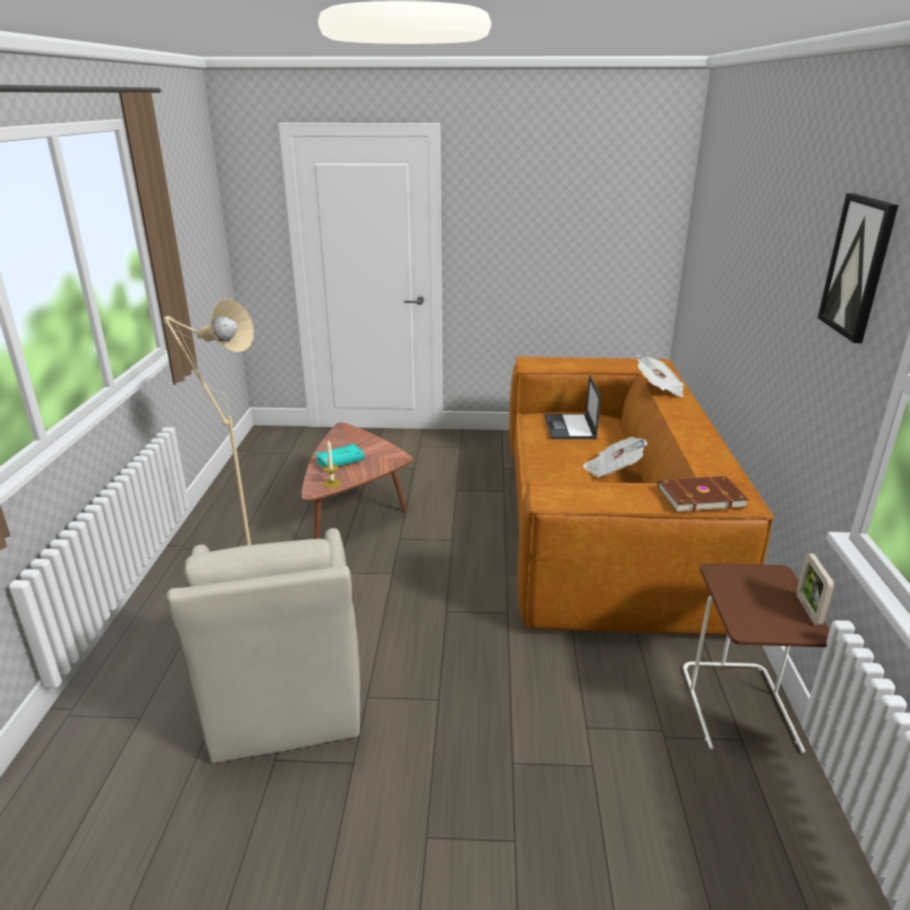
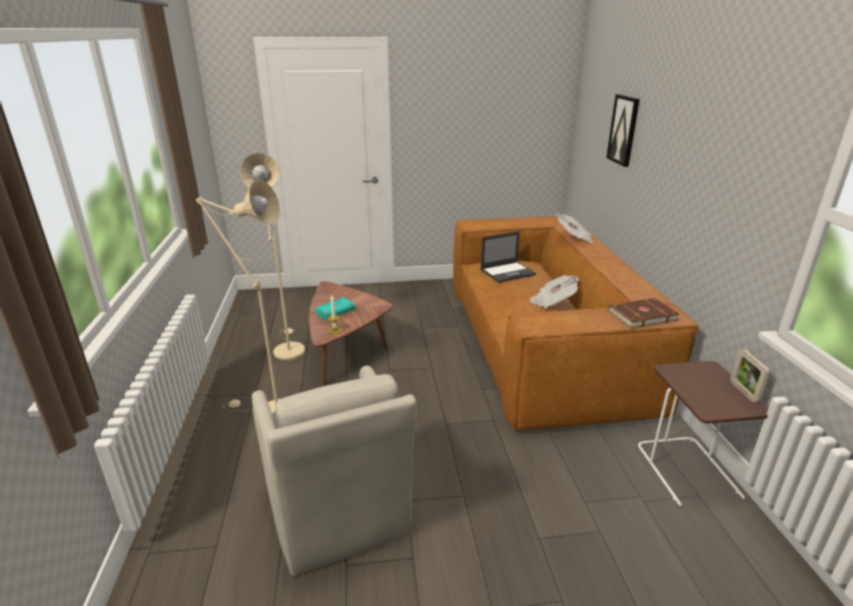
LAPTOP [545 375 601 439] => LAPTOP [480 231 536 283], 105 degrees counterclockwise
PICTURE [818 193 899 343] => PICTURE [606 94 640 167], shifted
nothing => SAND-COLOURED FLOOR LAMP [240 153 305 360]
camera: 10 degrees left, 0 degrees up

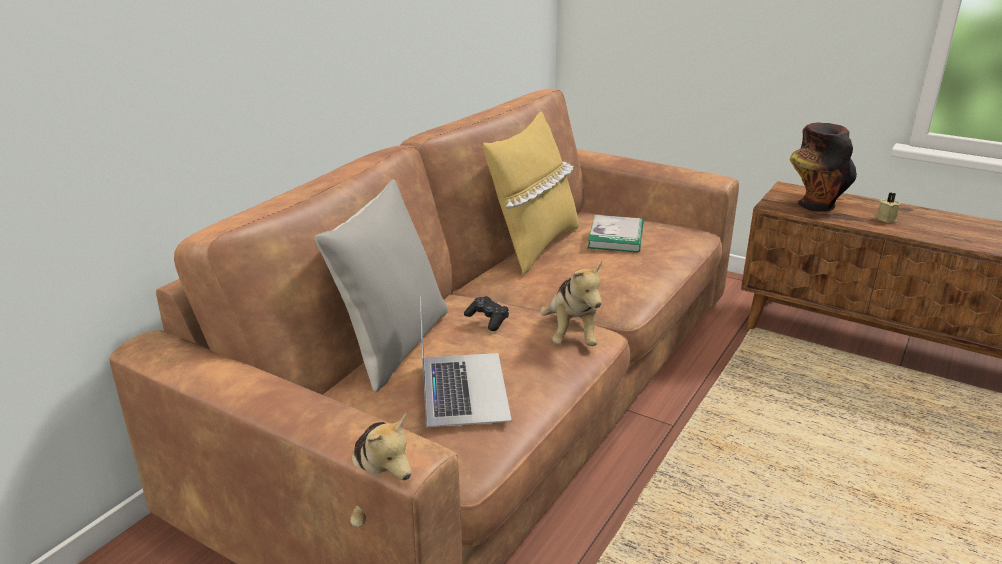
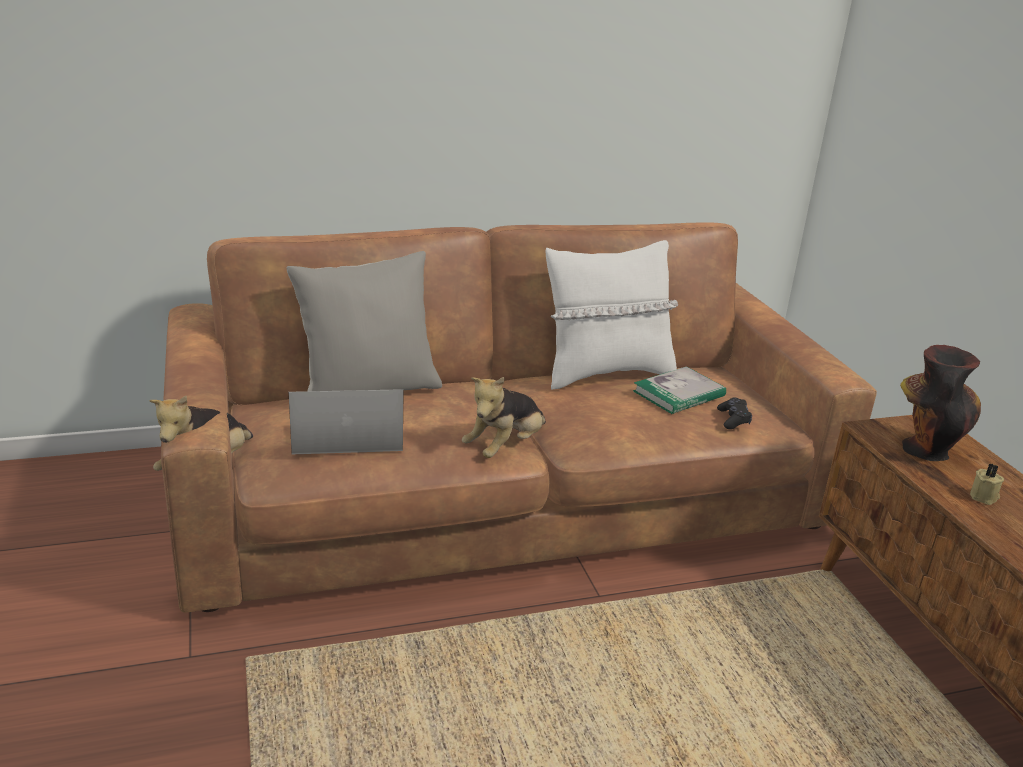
LAPTOP [420 295 512 427] => LAPTOP [289 389 404 454], 135 degrees counterclockwise
BLACKISH GAME CONTROLLER [464 296 509 331] => BLACKISH GAME CONTROLLER [717 397 752 429], shifted
YELLOW CUSHION [483 111 579 275] => WHITISH CUSHION [545 240 678 390]
camera: 40 degrees right, 0 degrees up

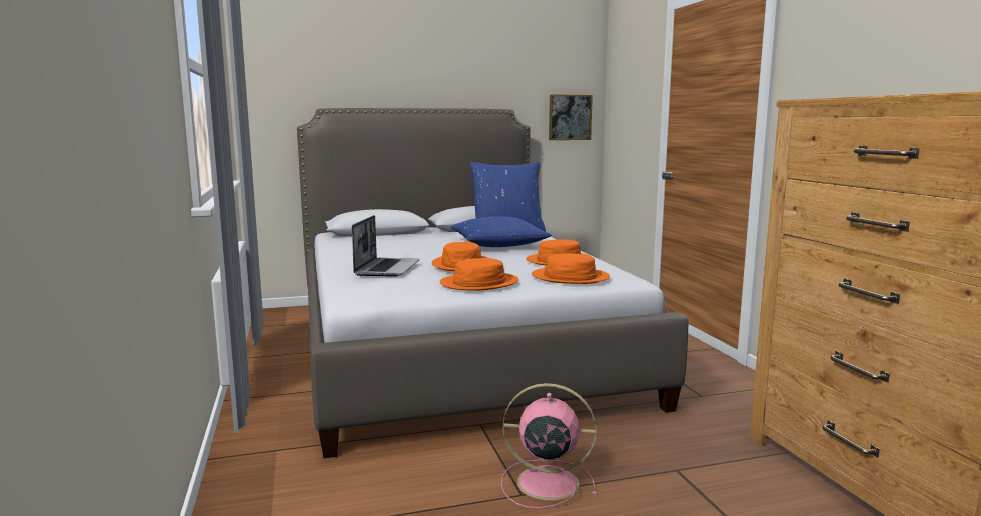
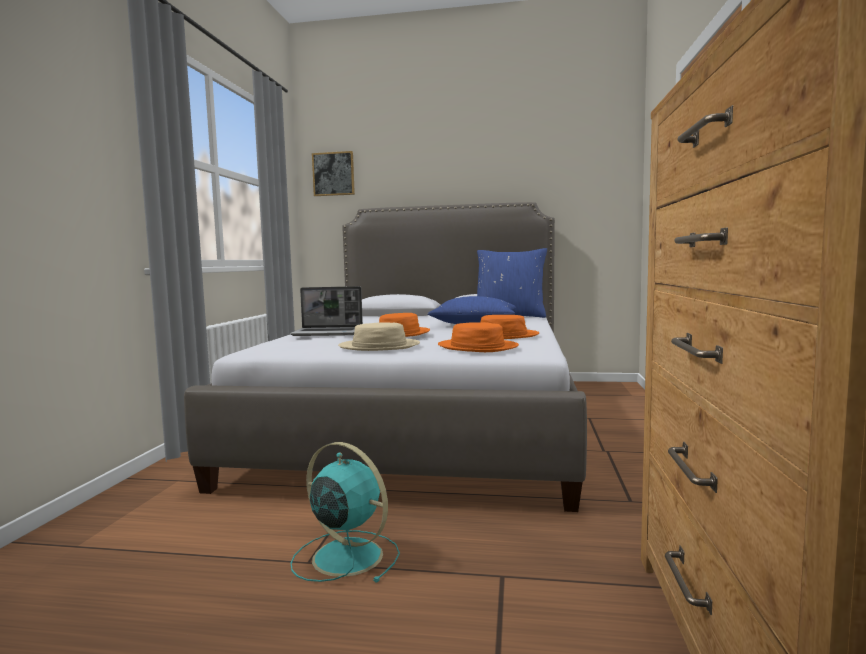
LAPTOP [352 215 419 277] => LAPTOP [290 286 363 336], 60 degrees clockwise
ORANGE-COLOURED CLOTHING HAT [440 258 518 291] => SAND-COLOURED CLOTHING HAT [338 322 420 351]
PINKISH FAN [501 383 597 508] => BLUE-GREEN FAN [291 442 400 582]
PICTURE [549 94 593 140] => PICTURE [312 151 355 196], shifted
camera: 25 degrees right, 5 degrees down

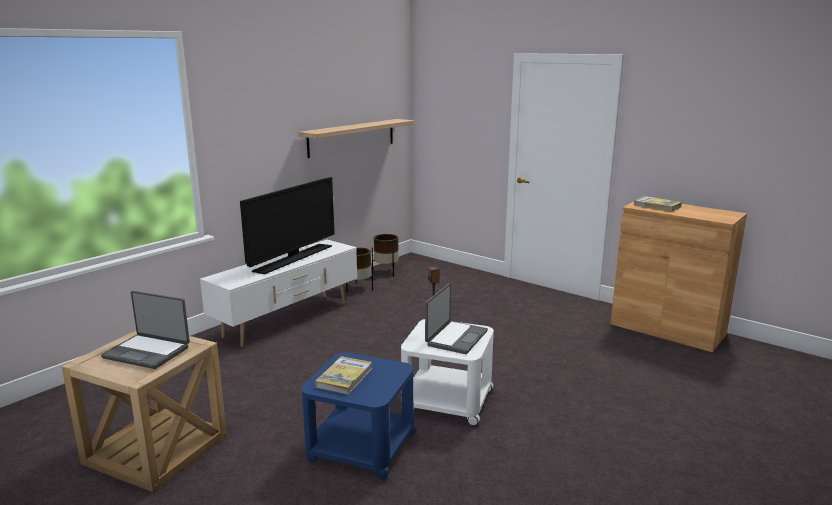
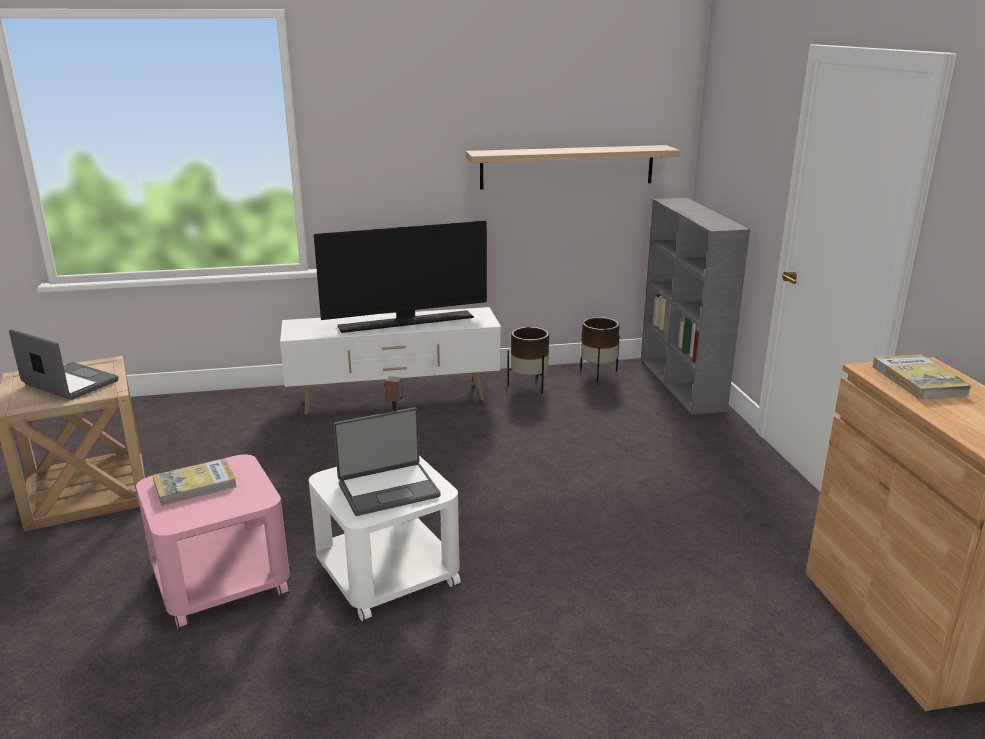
LAPTOP [101 291 190 369] => LAPTOP [9 329 119 400], 150 degrees clockwise
BLUISH END TABLE [301 352 417 480] => PINKISH END TABLE [136 455 290 629]
nothing => GREYISH SHELVING UNIT [641 198 750 415]
camera: 40 degrees right, 5 degrees up

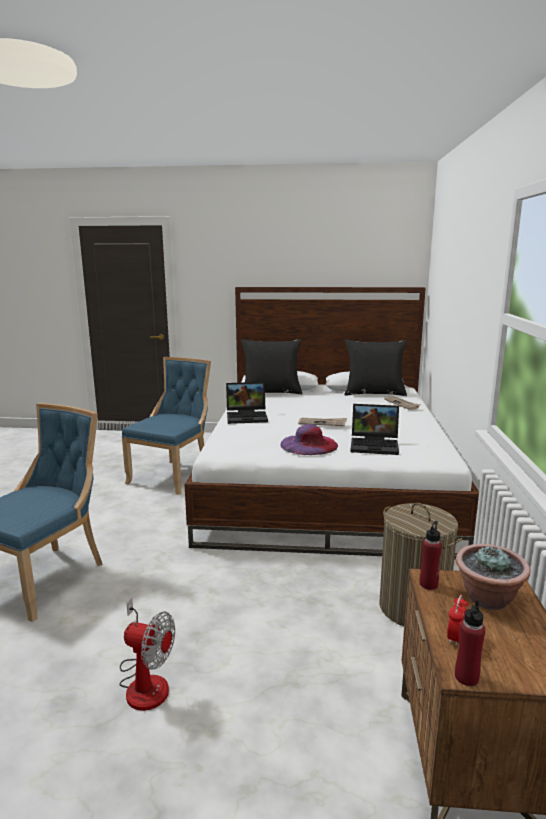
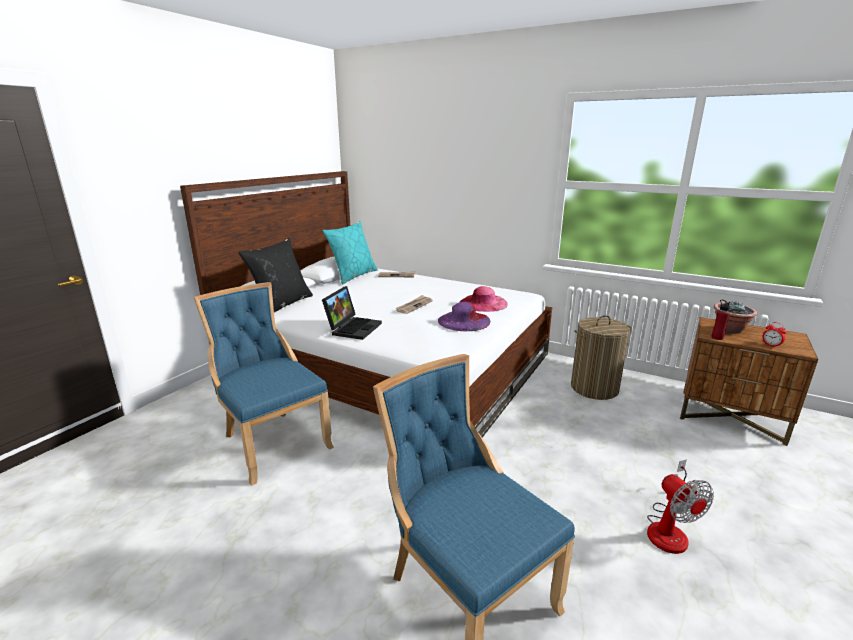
FAN [120 599 175 711] => FAN [647 460 714 554], 120 degrees clockwise
BLACKISH CUSHION [344 340 407 396] => BLUE-GREEN CUSHION [323 221 378 285]
LAPTOP [350 404 399 455] => PINKISH CLOTHING HAT [460 286 508 312]
REDDISH DRINK BOTTLE [455 600 485 686] => nothing
camera: 65 degrees left, 5 degrees up

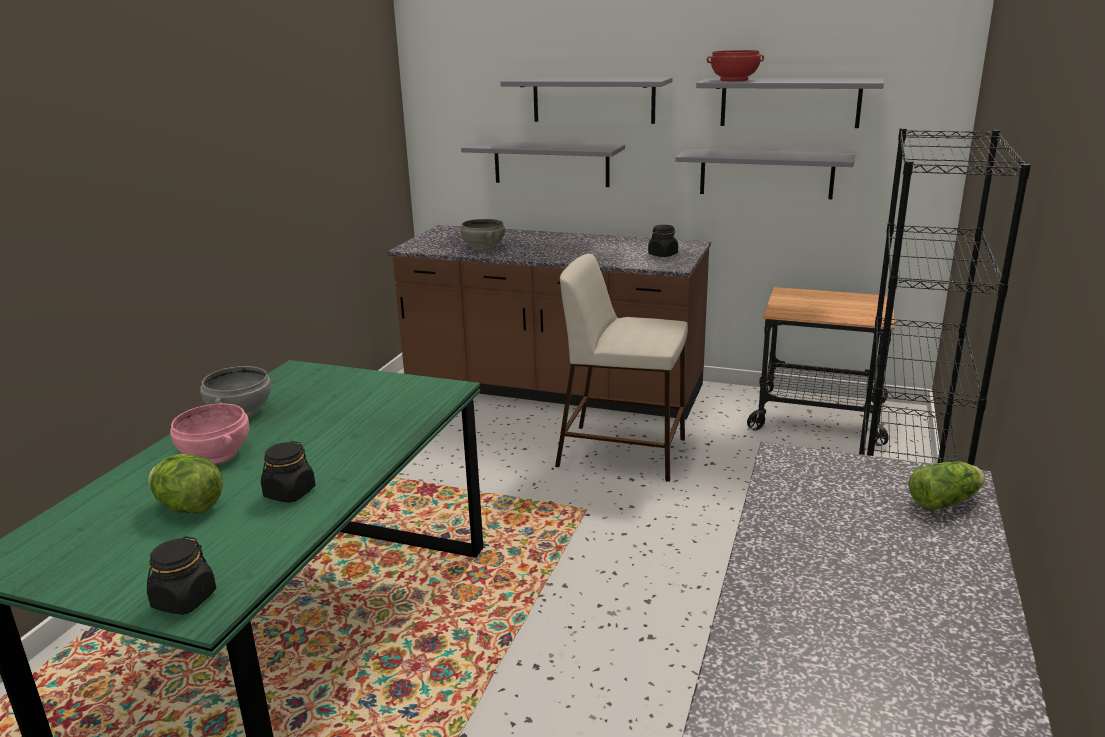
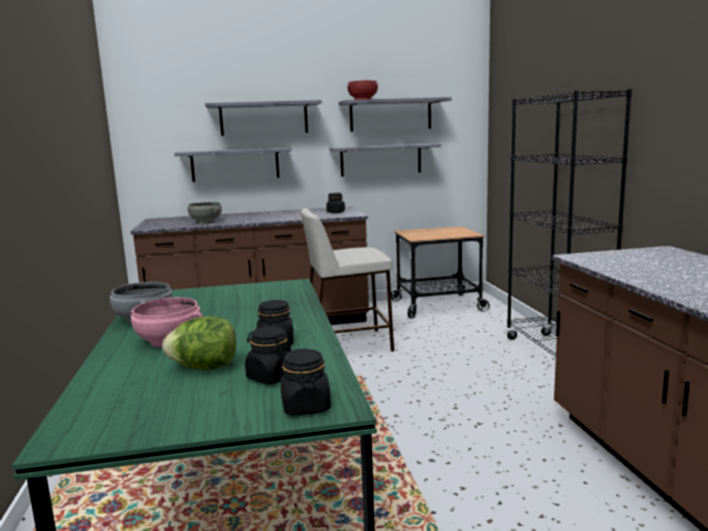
LETTUCE HEAD [909 461 985 510] => nothing
nothing => BLACKISH PRESERVE JAR [245 326 292 384]
camera: 30 degrees left, 10 degrees down

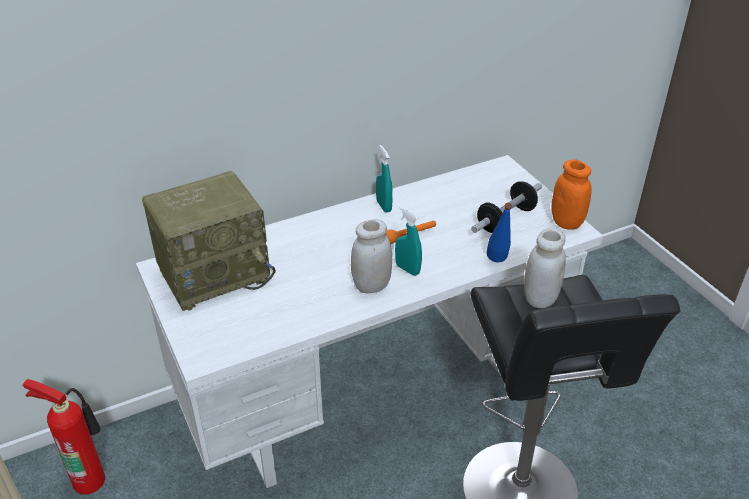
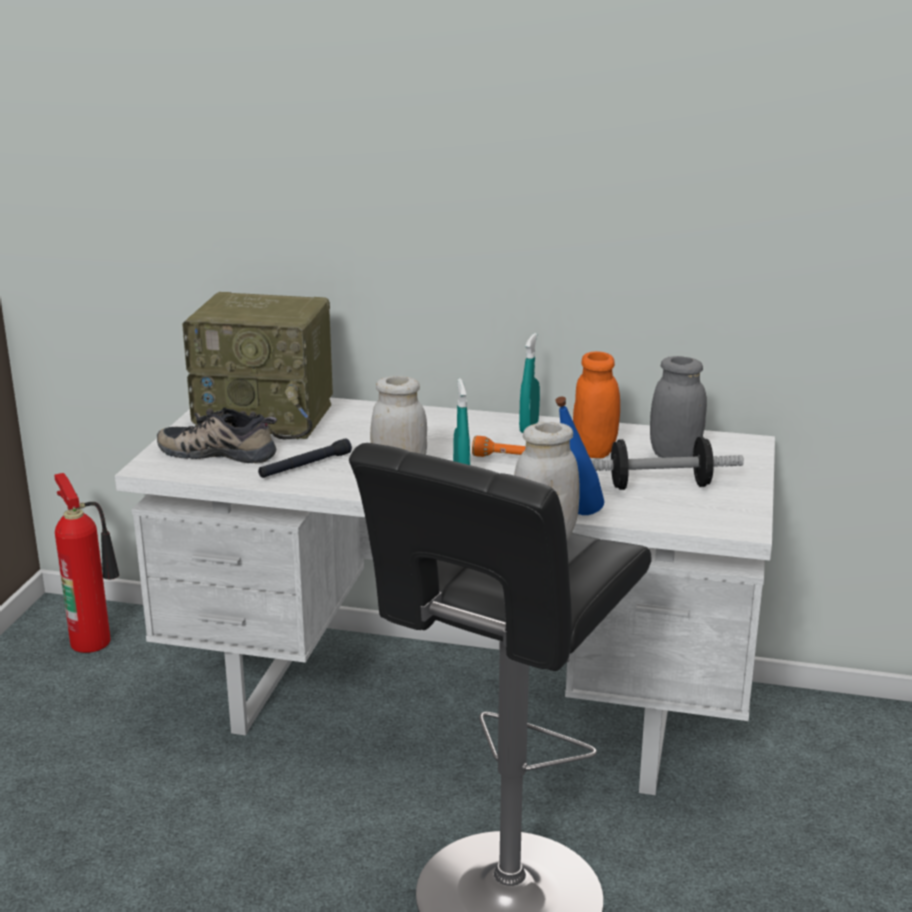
ORANGE-COLOURED PRESERVE JAR [552 160 592 230] => ORANGE-COLOURED PRESERVE JAR [573 351 620 458], shifted
nothing => SHOE [157 407 278 463]
nothing => BLACKISH TORCH [258 438 352 478]
nothing => GREYISH PRESERVE JAR [650 356 707 458]
camera: 40 degrees right, 15 degrees down

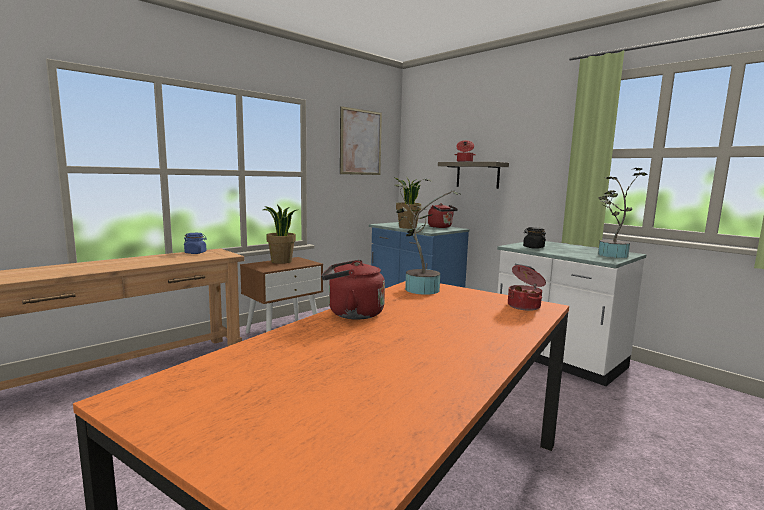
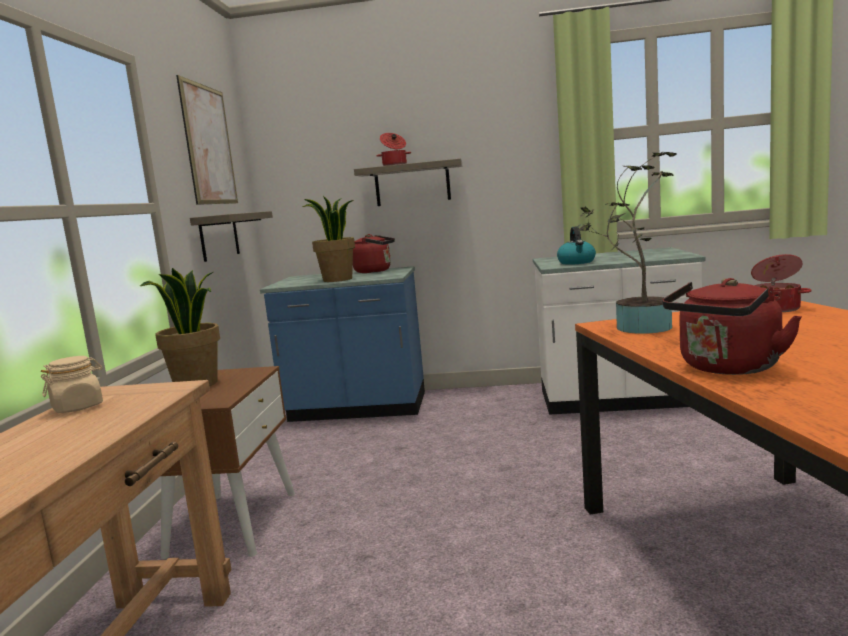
BLUISH PRESERVE JAR [184 233 207 254] => SAND-COLOURED PRESERVE JAR [41 356 103 413]
BLACKISH PRESERVE JAR [523 227 546 249] => KETTLE [557 226 596 265]
PLANT IN A POT [598 168 648 258] => nothing
nothing => WALL SHELF [190 211 273 262]
camera: 40 degrees left, 0 degrees up

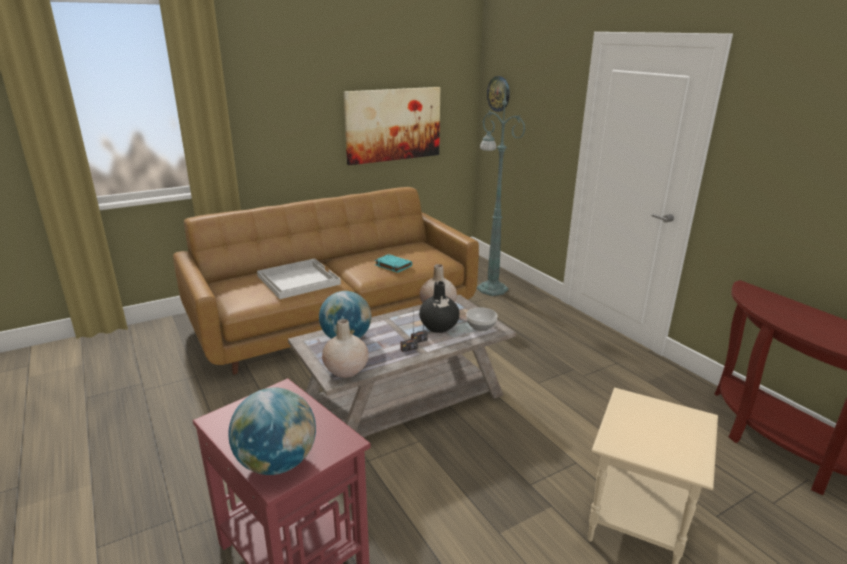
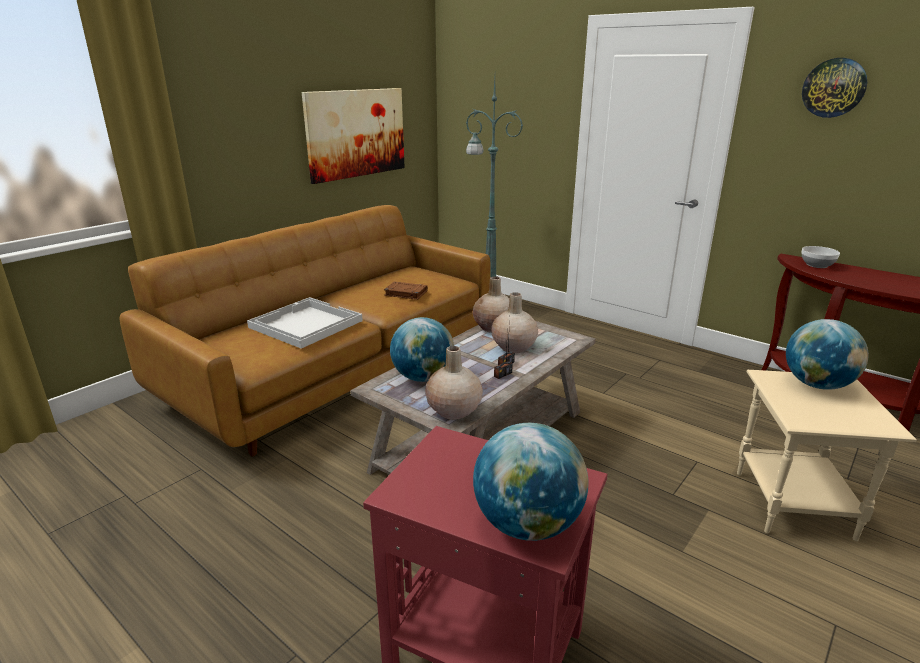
BLUE-GREEN BOOK [375 254 412 273] => BROWN BOOK [384 282 428 300]
BLACKISH VASE [419 281 459 333] => SAND-COLOURED VASE [491 292 538 353]
SERVING BOWL [466 307 497 331] => SERVING BOWL [802 246 840 268], shifted
CLOCK ON THE WALL [487 76 510 112] => CLOCK ON THE WALL [802 58 867 118], shifted
nothing => GLOBE [786 319 869 390]
camera: 20 degrees left, 0 degrees up

